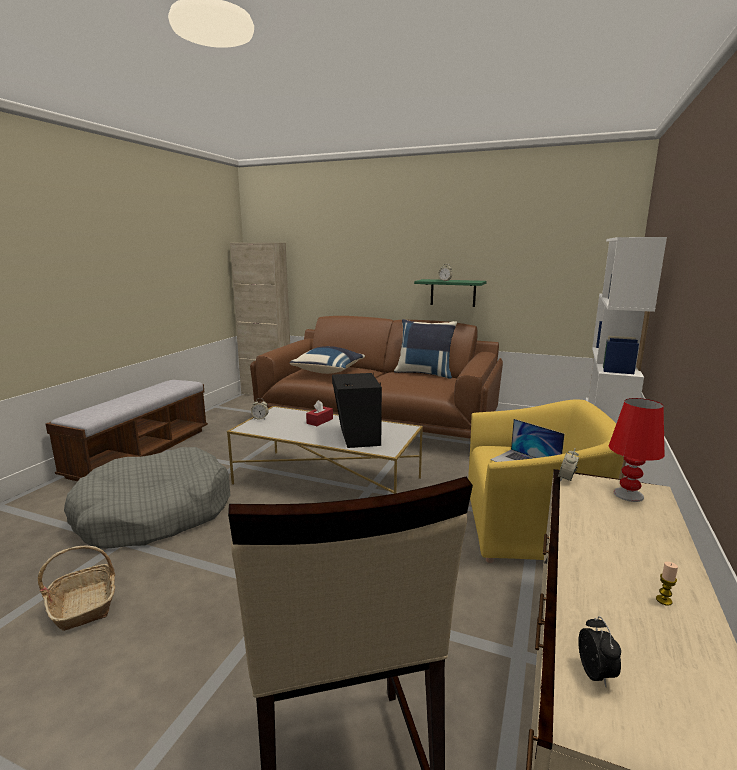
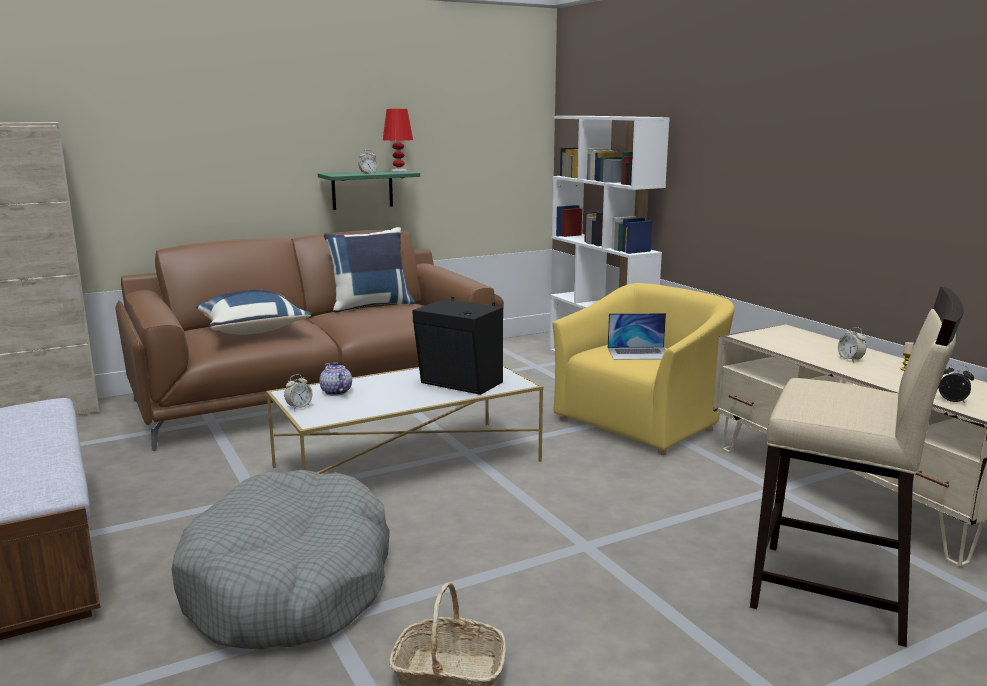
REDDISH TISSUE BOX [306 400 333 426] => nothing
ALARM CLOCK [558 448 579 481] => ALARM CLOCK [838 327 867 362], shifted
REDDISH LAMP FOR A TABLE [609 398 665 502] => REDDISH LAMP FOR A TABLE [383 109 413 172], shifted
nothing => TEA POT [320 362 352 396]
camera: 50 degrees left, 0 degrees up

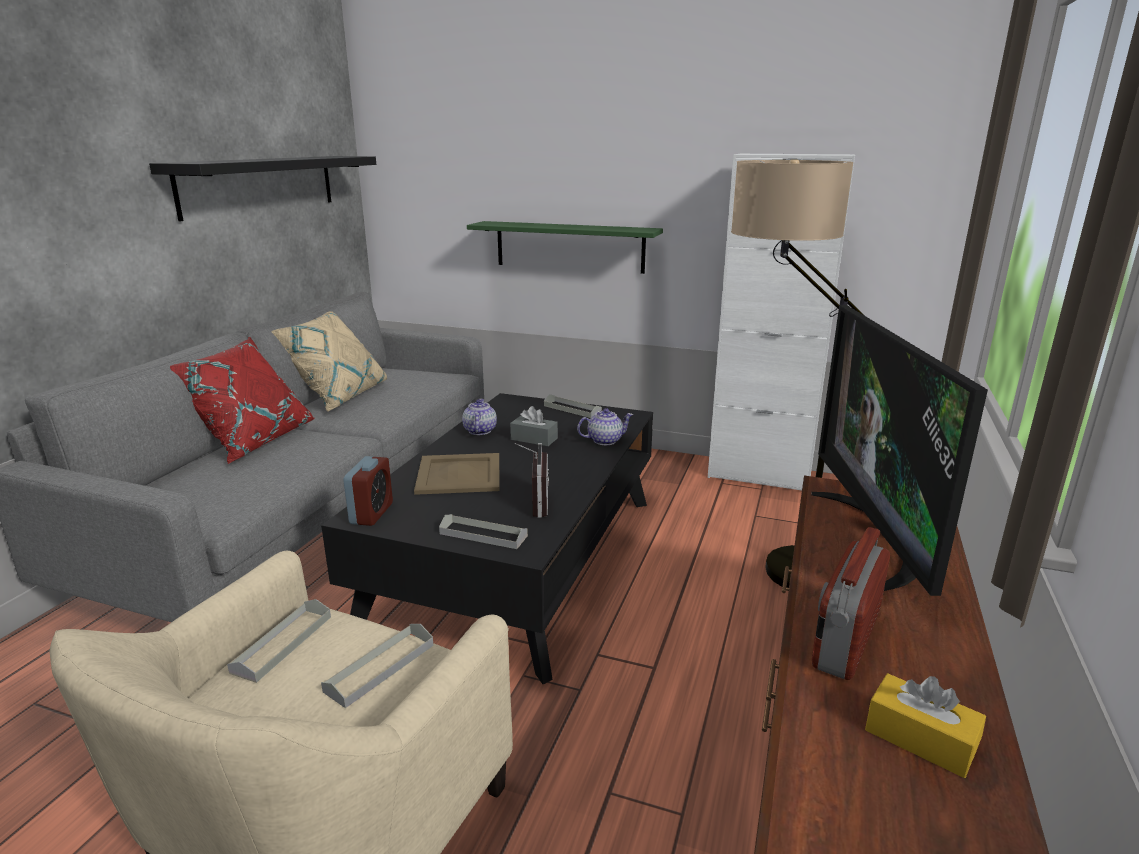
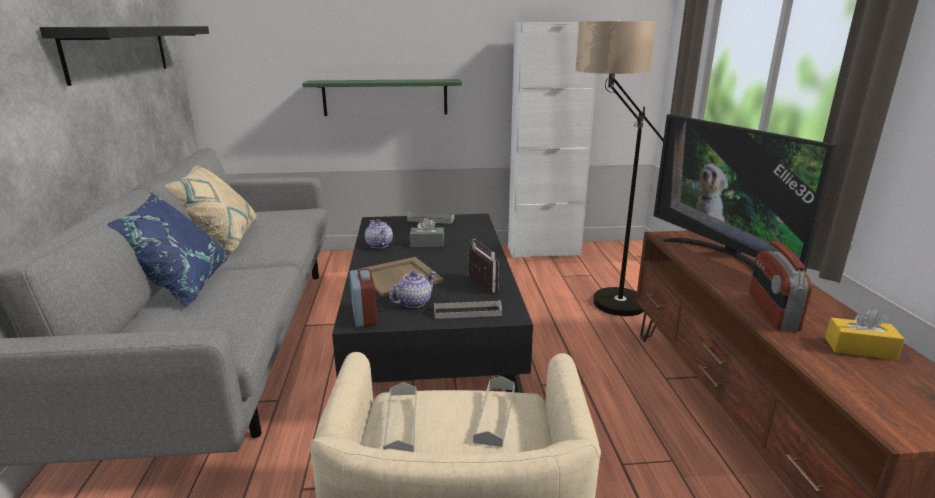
REDDISH CUSHION [170 337 314 464] => BLUISH CUSHION [107 192 228 307]
TEA POT [577 408 633 445] => TEA POT [389 271 437 308], shifted
camera: 25 degrees left, 0 degrees up

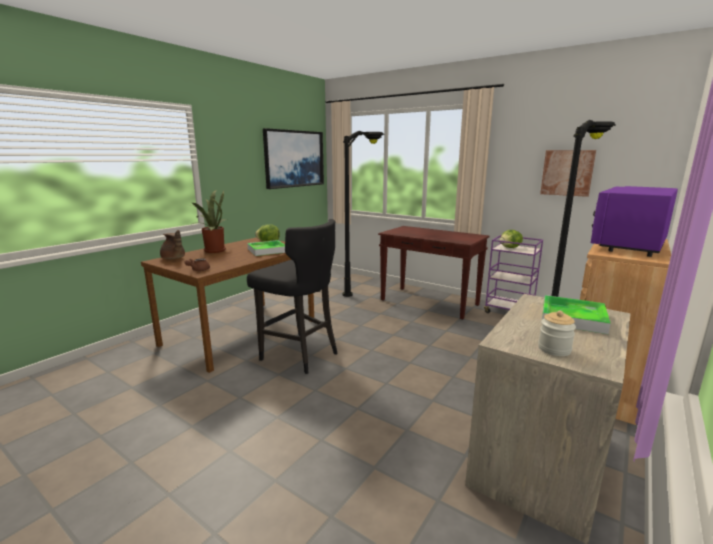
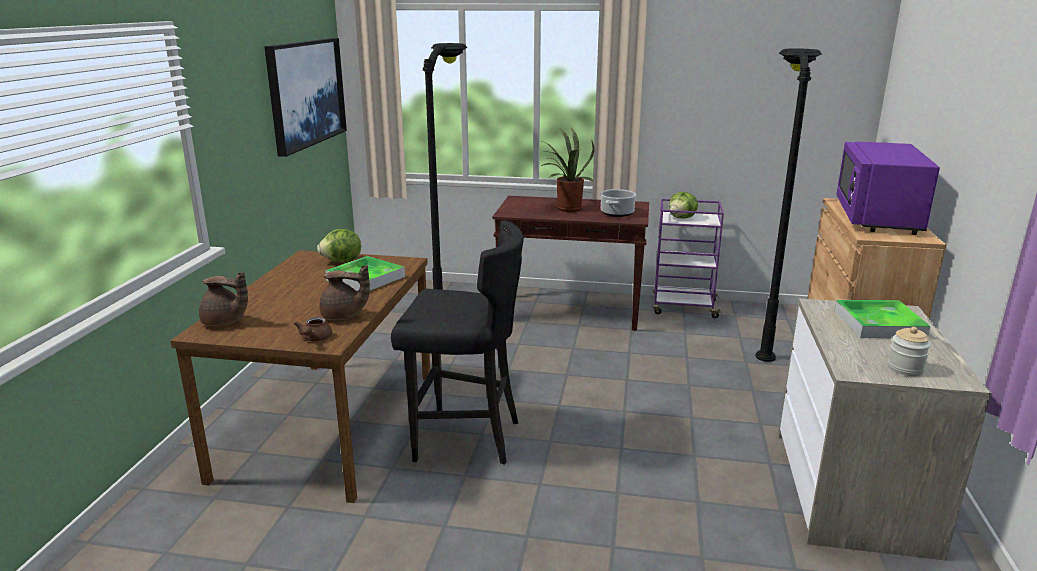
PLANT IN A POT [191 190 226 253] => PLANT IN A POT [541 128 595 212], shifted
PICTURE [540 150 596 197] => nothing
nothing => BROWN TEA POT [319 265 370 320]
nothing => COOKING POT [600 189 636 217]
camera: 25 degrees left, 5 degrees up

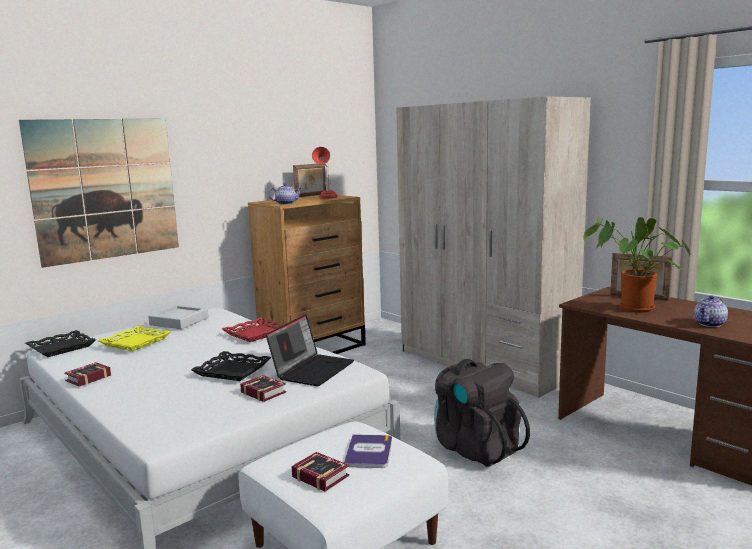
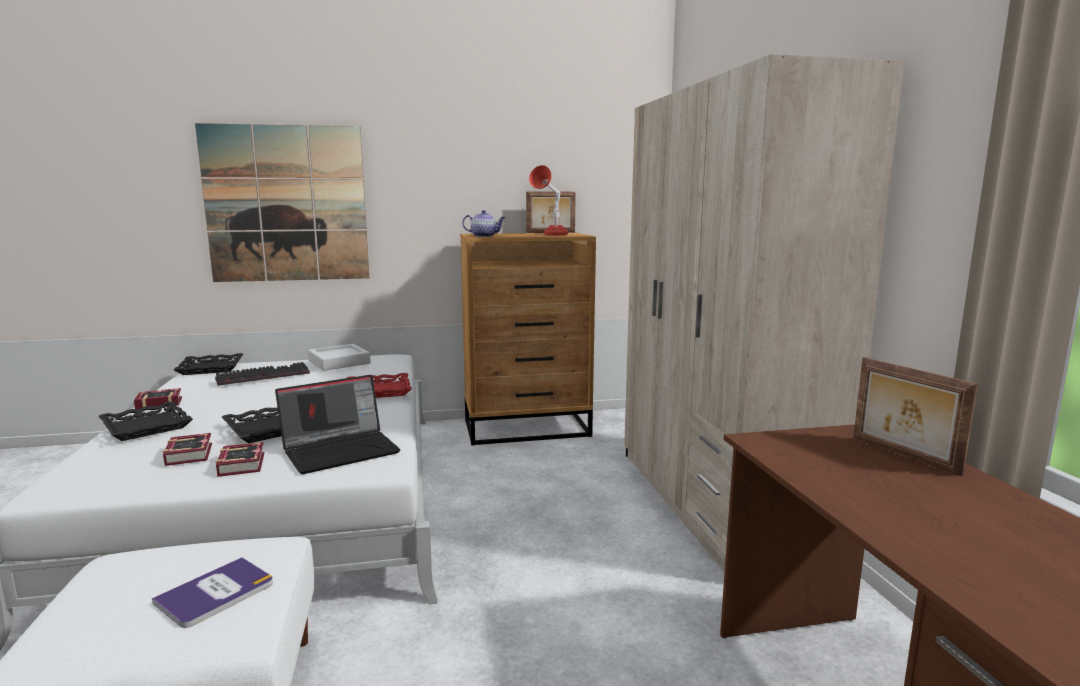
YELLOW CARRYING TRAY [98 326 171 351] => PC KEYBOARD [215 362 310 386]
BOOK [292 452 349 492] => BOOK [163 433 212 466], shifted
BLACKISH BACKPACK [434 359 530 467] => nothing
PLANT IN A POT [583 217 691 313] => nothing
TEA POT [694 295 728 327] => nothing
nothing => BLACKISH CARRYING TRAY [99 401 193 441]
camera: 30 degrees right, 0 degrees up

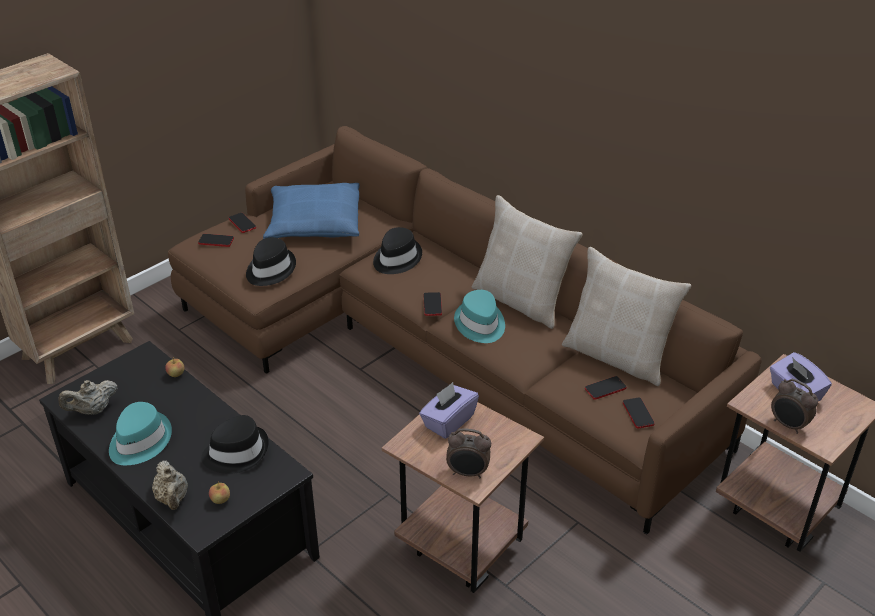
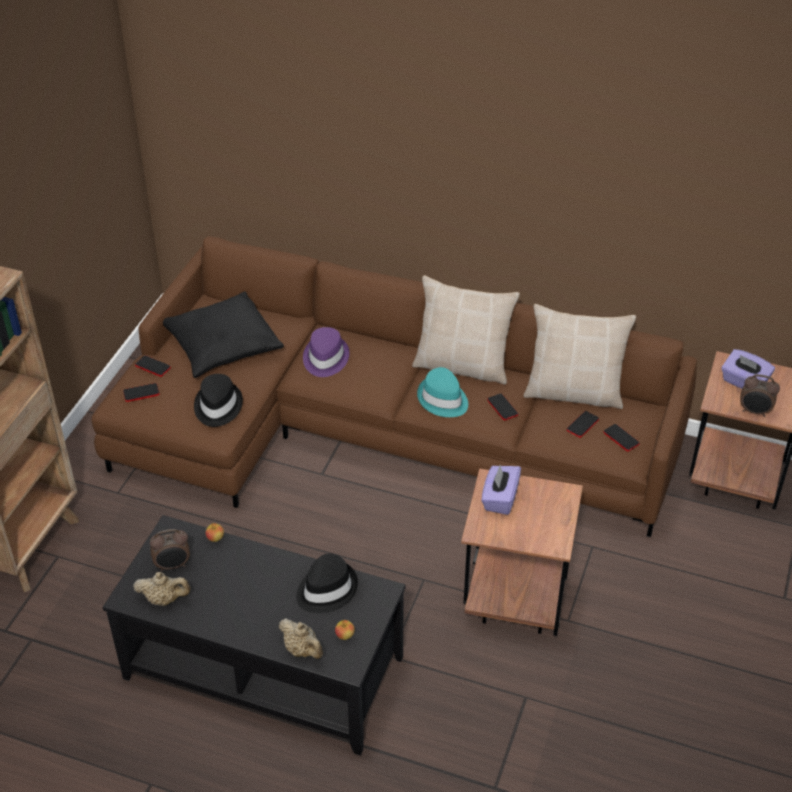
SAND-COLOURED TEA POT [58 380 118 415] => SAND-COLOURED TEA POT [133 572 191 606], 120 degrees counterclockwise
BLUE-GREEN CLOTHING HAT [109 402 172 465] => nothing
BLUISH CUSHION [263 183 359 239] => BLACKISH CUSHION [163 292 284 378]
BLACKISH CLOTHING HAT [373 227 422 274] => PURPLISH CLOTHING HAT [303 327 349 377]
HANDSET [424 292 442 316] => HANDSET [487 393 518 421], shifted
ALARM CLOCK [446 428 491 478] => ALARM CLOCK [150 529 190 572], shifted
camera: 25 degrees left, 5 degrees up

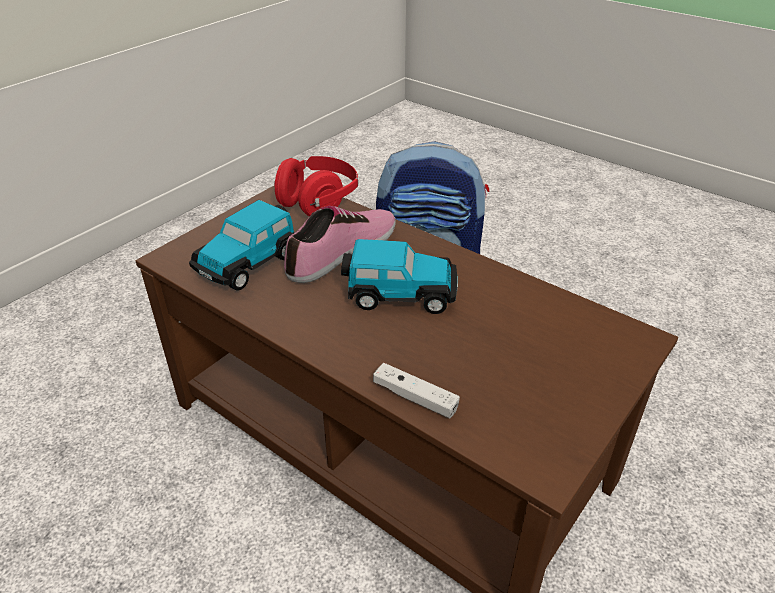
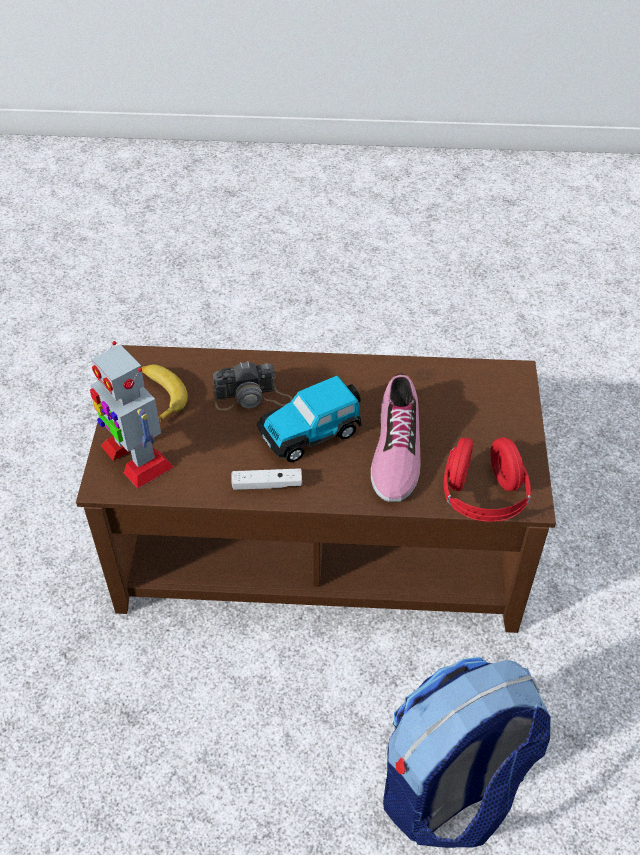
MODEL CAR [189 200 294 291] => nothing
WHITISH GAME CONTROLLER [373 363 460 418] => WHITISH GAME CONTROLLER [232 468 302 490], shifted
nothing => TOY ROBOT [90 341 174 488]
nothing => BANANA [142 364 188 422]
nothing => PHOTO CAMERA [213 361 293 410]
camera: 145 degrees right, 10 degrees up

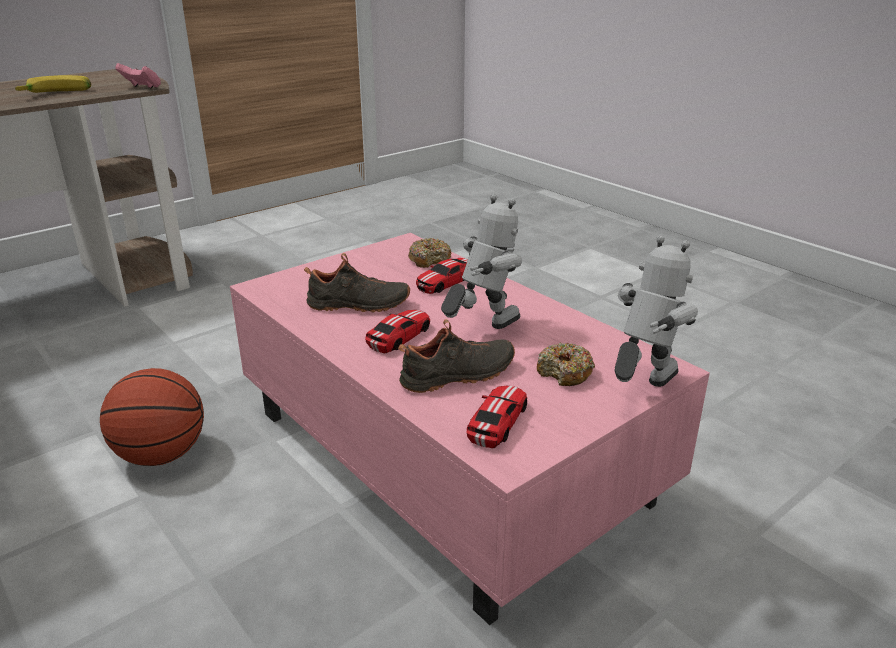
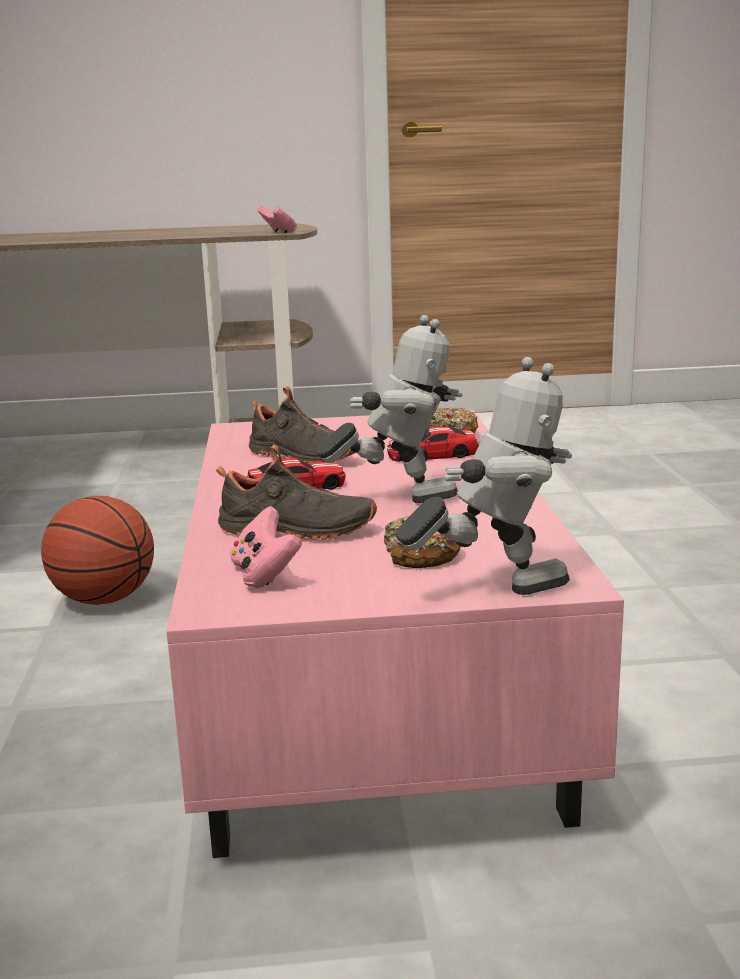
BANANA [15 75 91 93] => nothing
MODEL CAR [467 386 527 448] => PINKISH GAME CONTROLLER [230 506 302 588]
camera: 35 degrees right, 10 degrees down

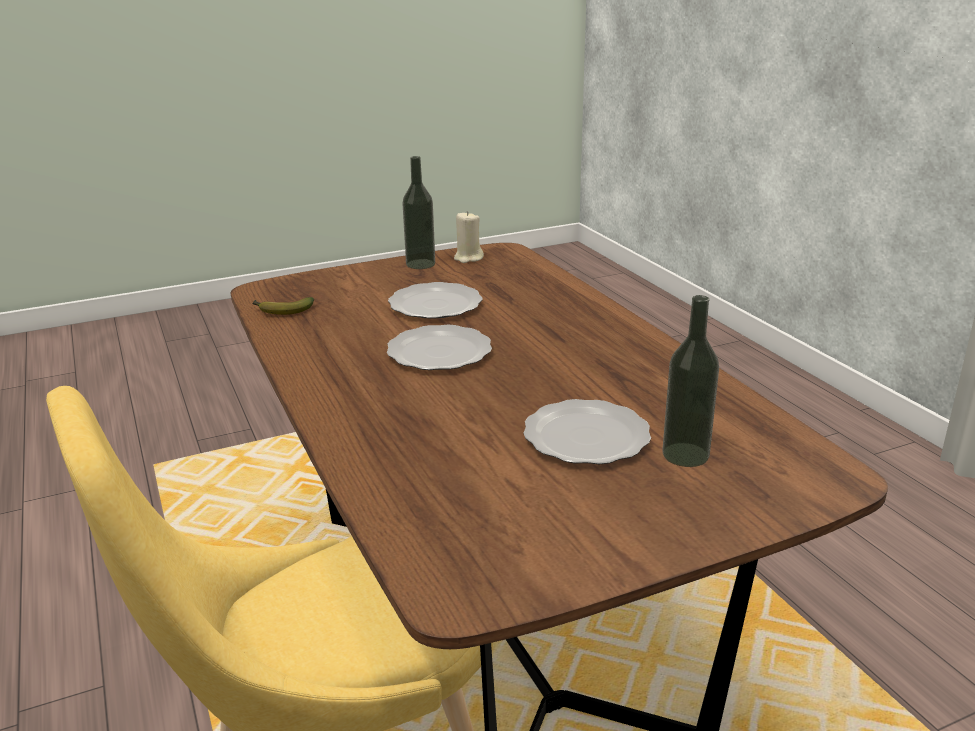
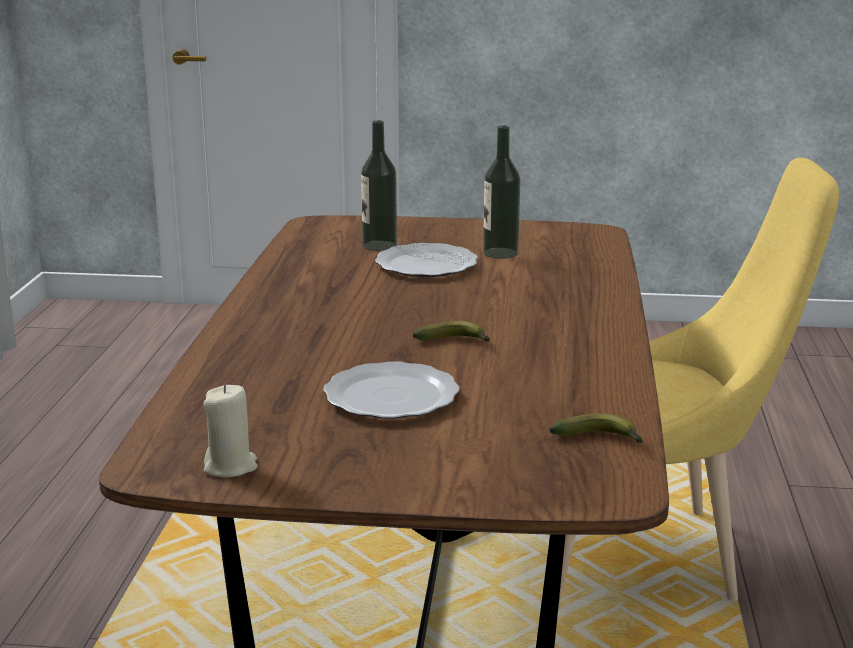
PLATE [387 325 492 370] => BANANA [413 321 490 342]
DRINK BOTTLE [402 156 435 269] => DRINK BOTTLE [483 126 520 259], shifted
camera: 150 degrees left, 5 degrees down

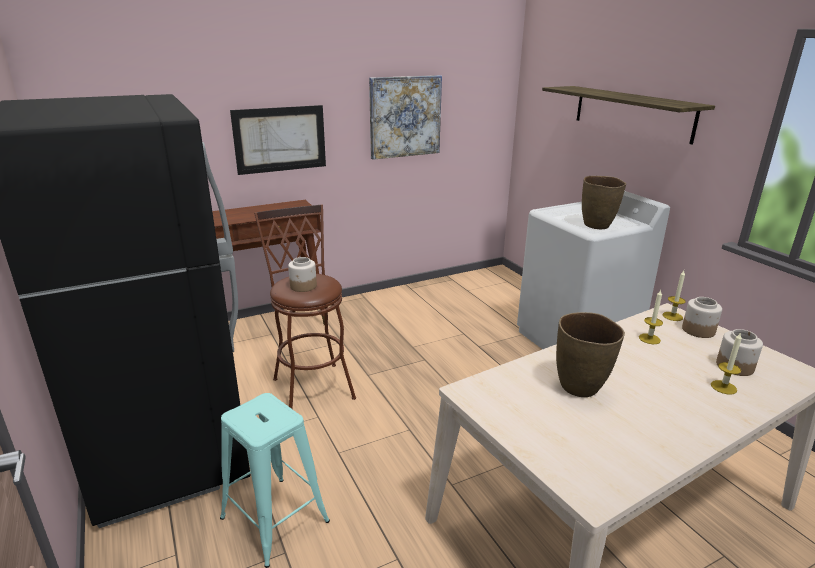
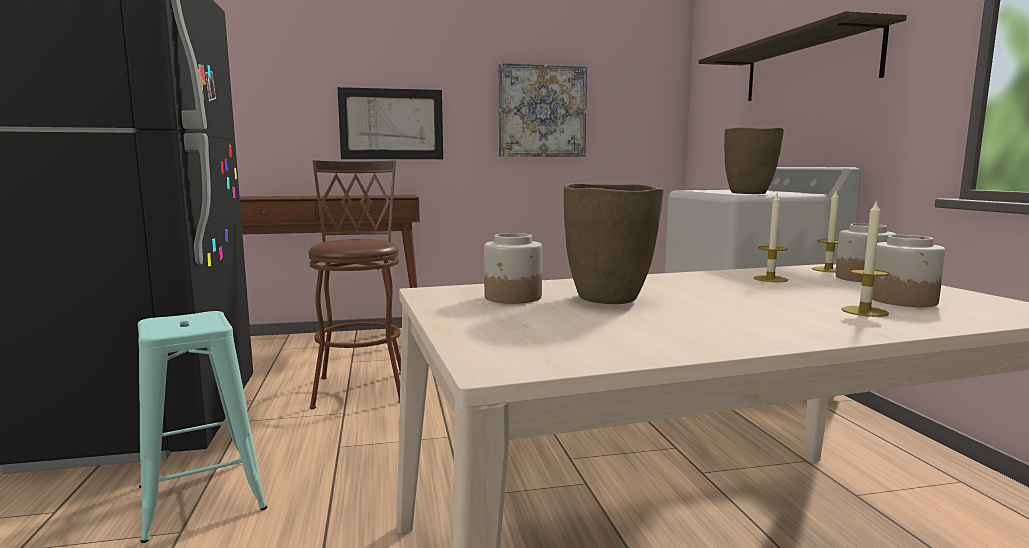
PRESERVE JAR [288 257 317 292] => PRESERVE JAR [484 233 542 304], shifted
camera: 15 degrees right, 15 degrees down

